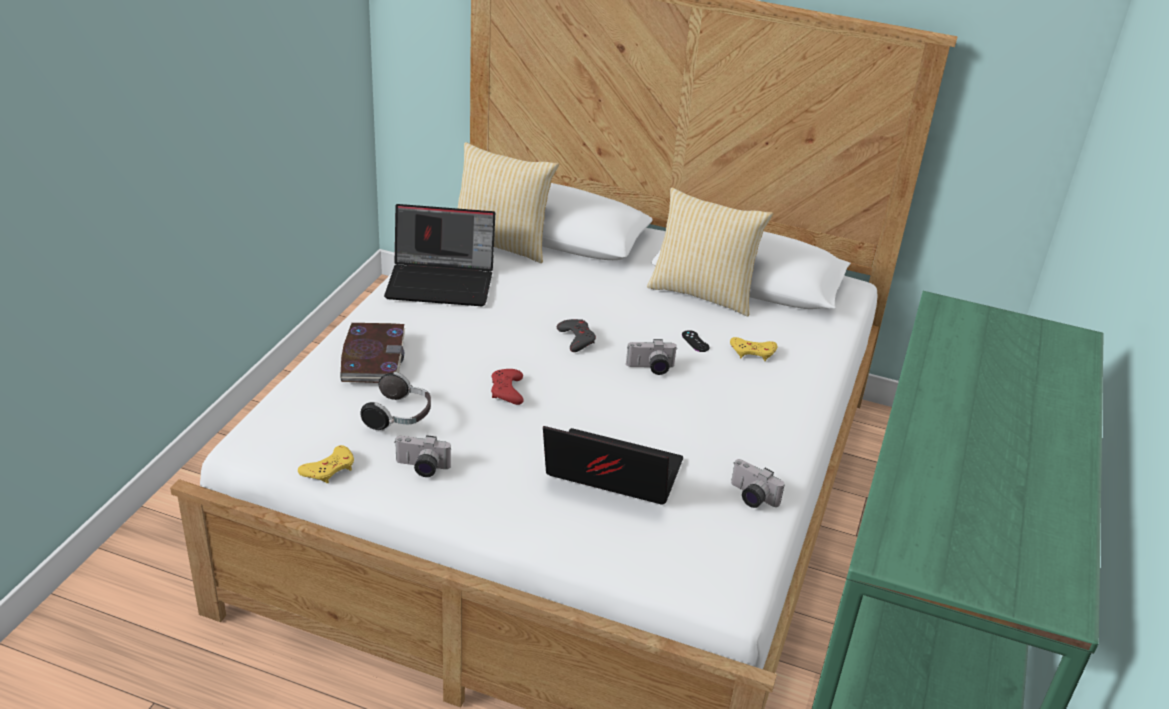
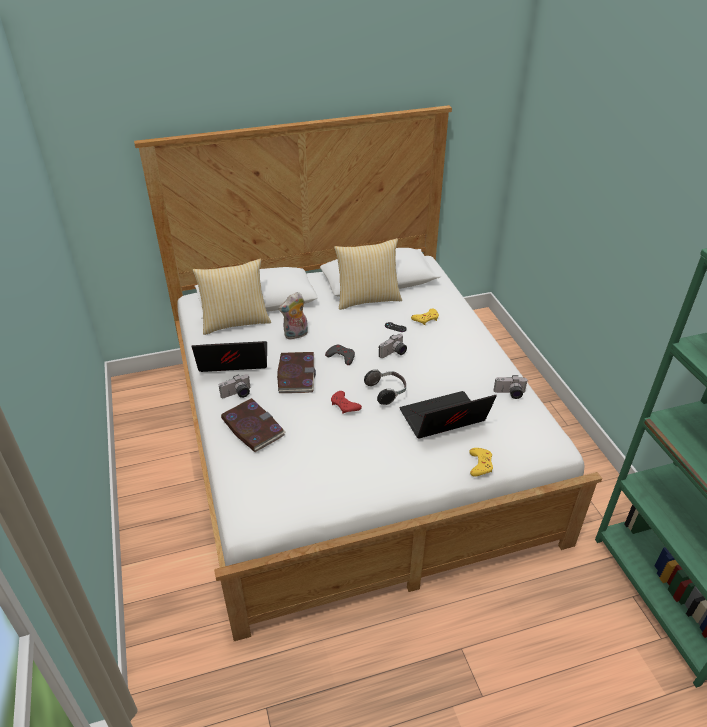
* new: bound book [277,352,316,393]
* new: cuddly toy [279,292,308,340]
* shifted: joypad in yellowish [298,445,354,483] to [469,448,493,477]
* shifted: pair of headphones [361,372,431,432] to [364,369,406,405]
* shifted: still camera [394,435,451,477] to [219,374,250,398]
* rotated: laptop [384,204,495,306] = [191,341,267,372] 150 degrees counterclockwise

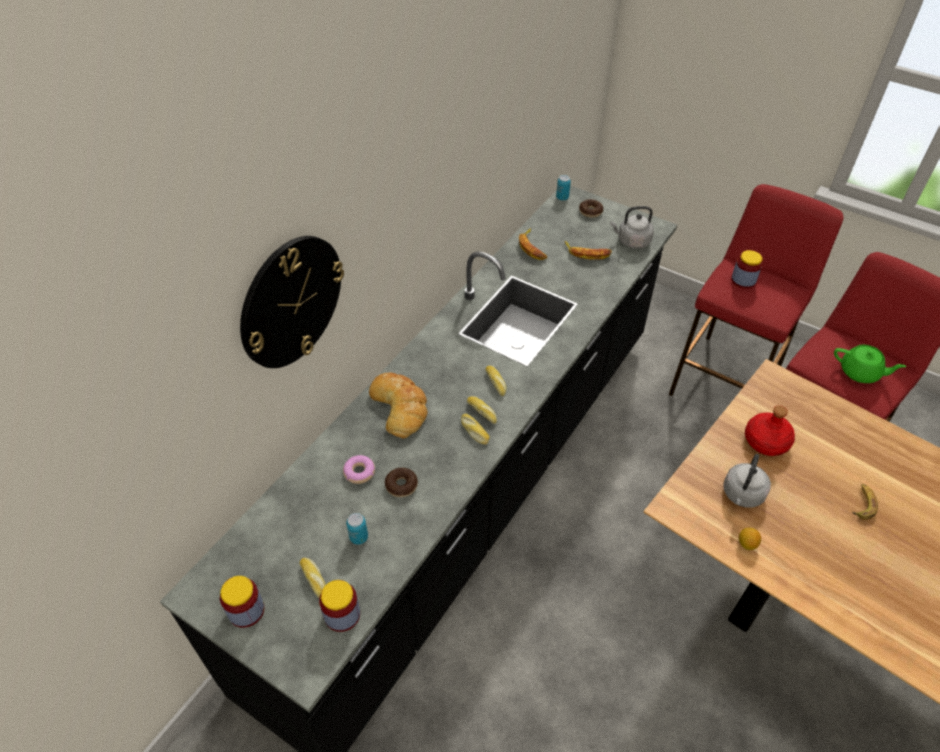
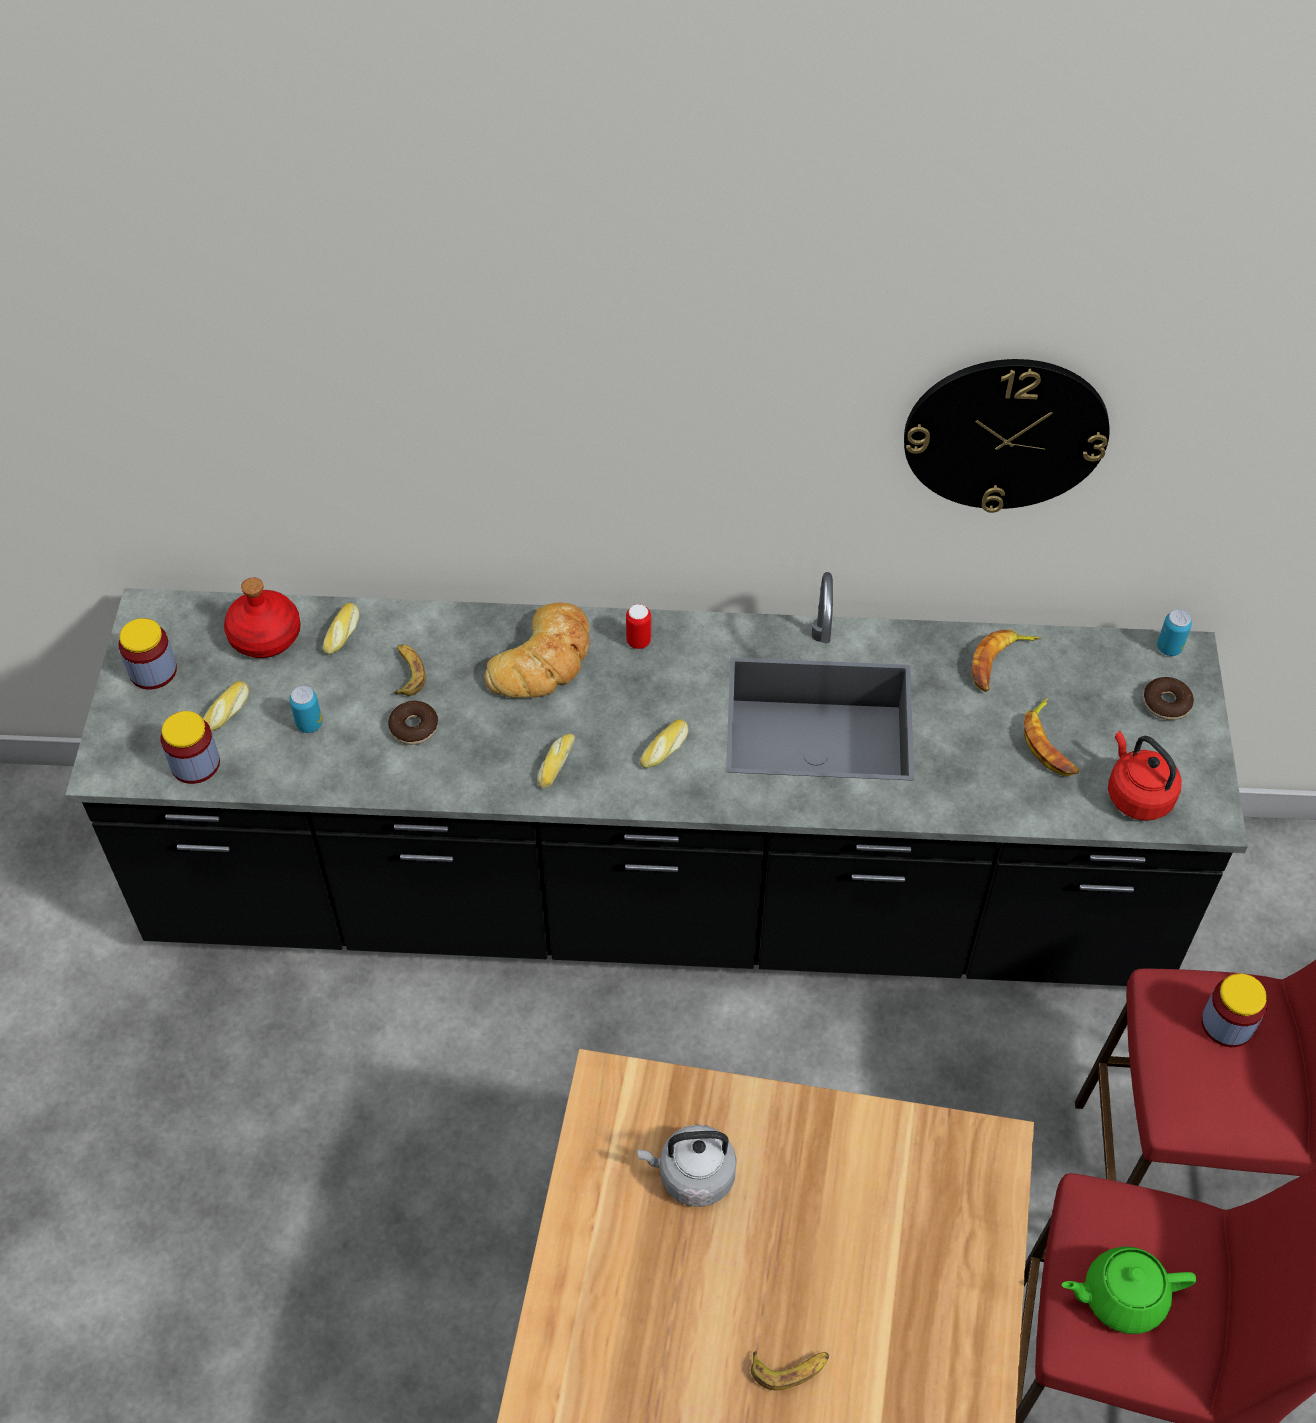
* gone: lemon [739,528,761,550]
* new: sealed can [626,604,651,649]
* shifted: wall clock [240,236,344,368] to [904,359,1110,513]
* shifted: bakery bread [467,396,497,424] to [323,603,359,655]
* shifted: drink bottle in red [745,405,795,456] to [224,577,301,658]
* swapped: doughnut [343,455,375,484] to banana fruit [393,644,426,696]
* repainted: water kettle in grey [610,206,654,249] to water kettle in red [1108,731,1182,821]
* rotated: pot for tea in greenish [834,345,906,383] = [1062,1247,1196,1334] 90 degrees clockwise

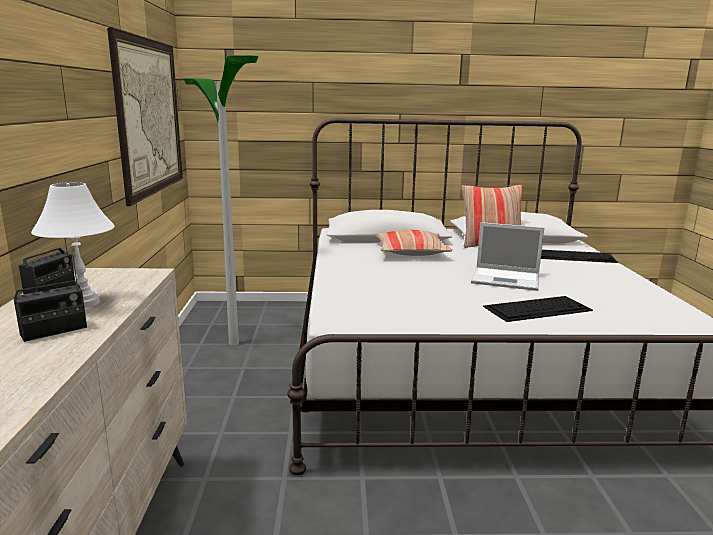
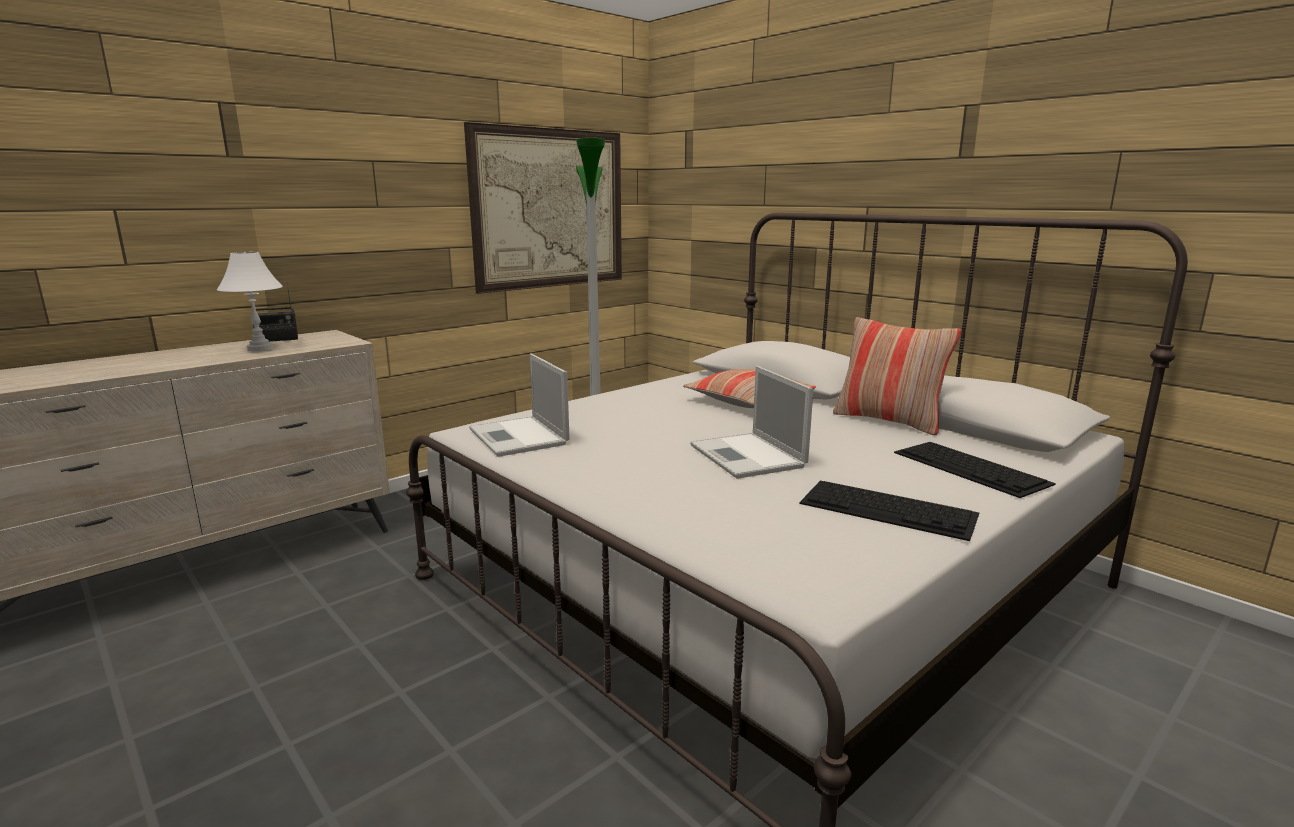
* gone: radio receiver [13,247,87,342]
* new: laptop [469,354,570,457]
* shifted: computer keyboard [483,296,593,322] to [800,481,979,541]

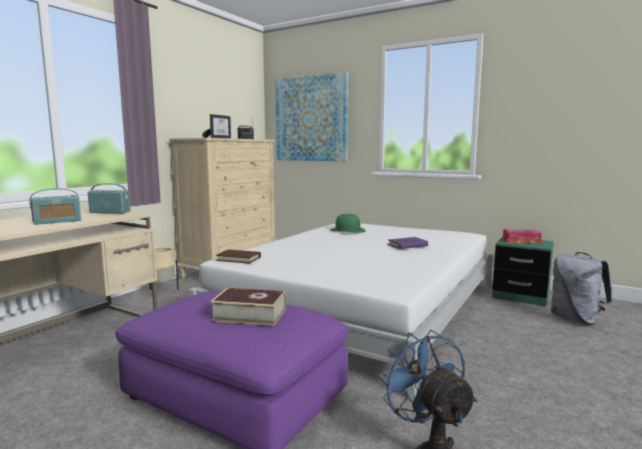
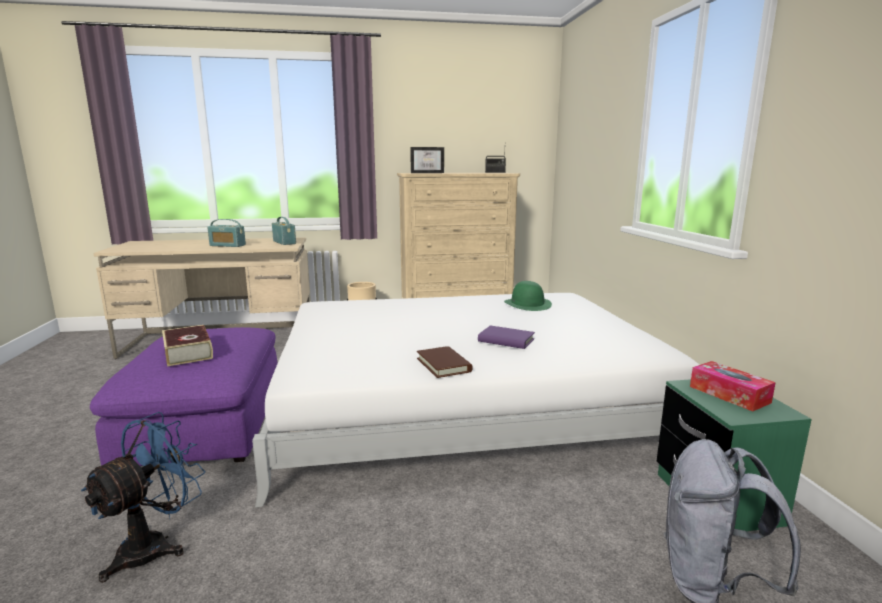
* gone: picture [275,72,348,161]
* shifted: bound book in brownish [216,250,261,264] to [417,346,473,378]

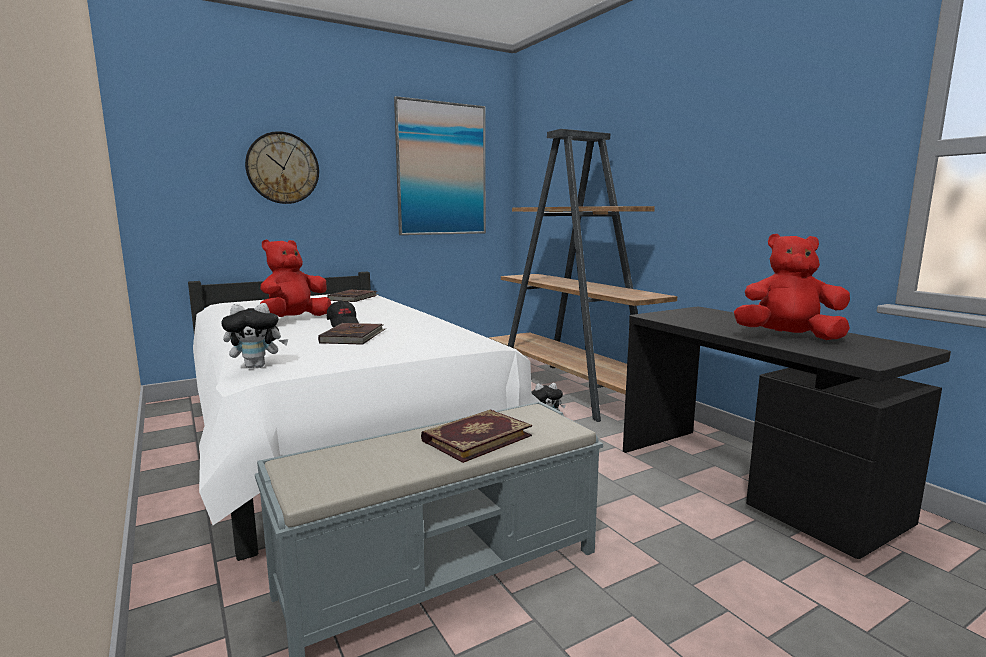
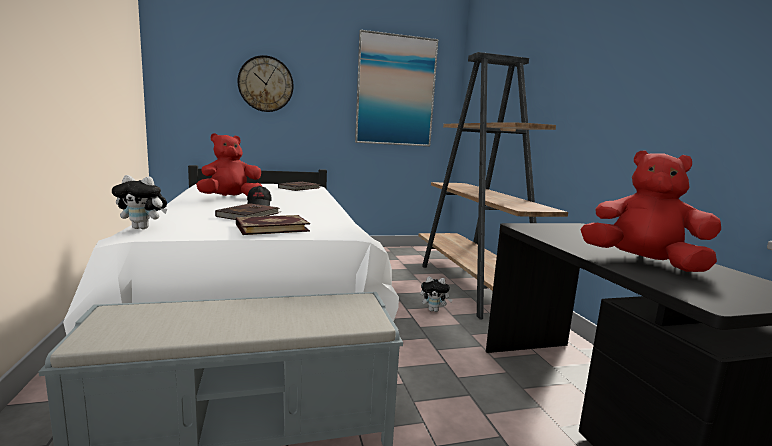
* shifted: bound book [421,410,532,463] to [236,215,310,235]

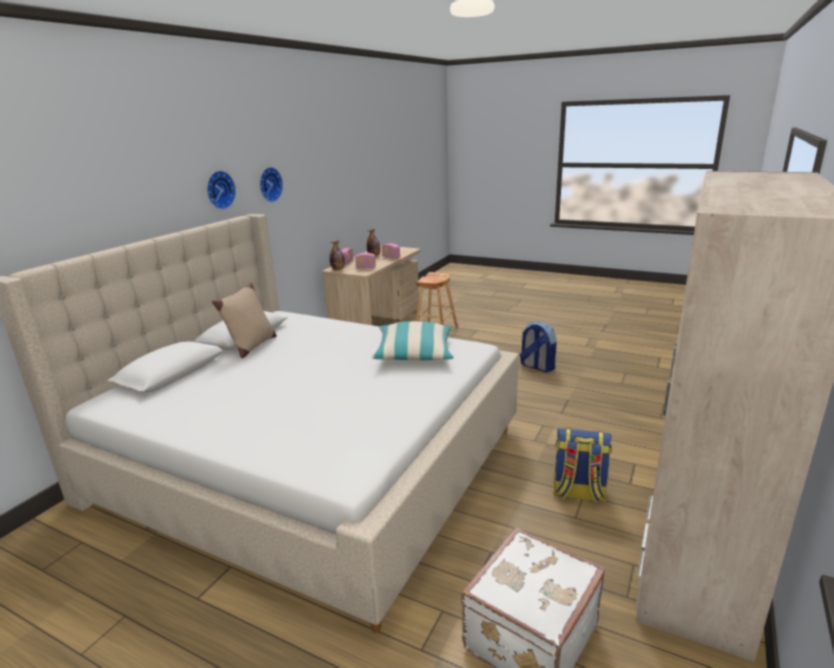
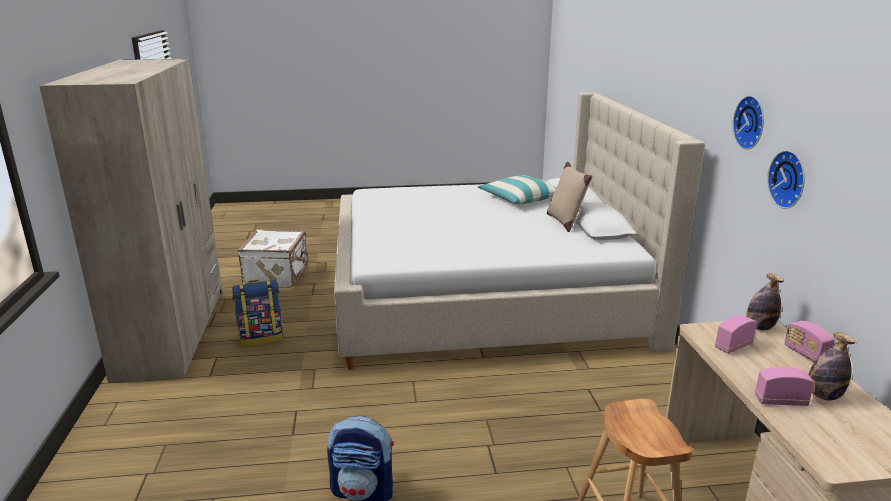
* shifted: wall clock [207,171,236,210] to [767,150,805,209]
* shifted: pillow [372,321,454,360] to [478,175,557,204]

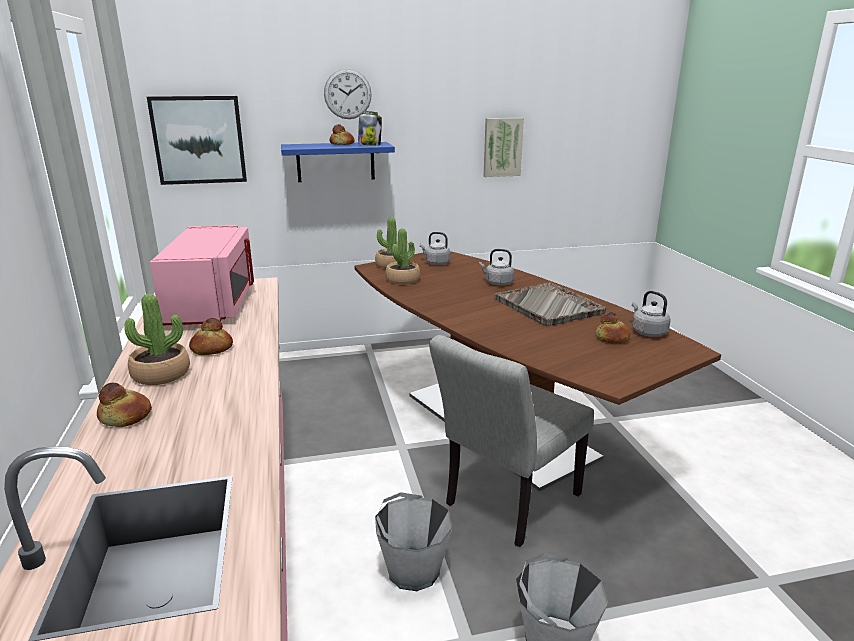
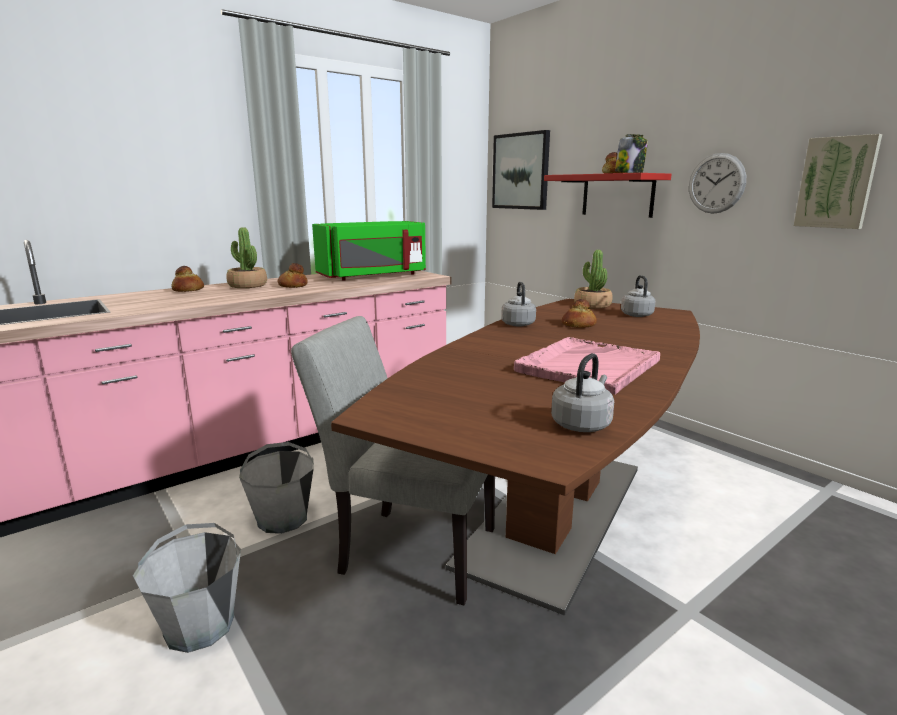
* gone: plant in a pot [385,229,420,285]
* shifted: wall clock [324,68,372,119] to [689,153,746,214]
* shifted: water kettle in grey [479,249,514,285] to [501,282,536,327]
* shifted: bakery bread [596,312,630,344] to [562,299,597,328]
* repainted: kitchen microwave in pinkish [150,225,254,325] to kitchen microwave in greenish [312,221,426,281]
* repainted: shelf in blue [281,142,395,182] to shelf in red [544,173,672,218]
* repainted: carrying tray in grey [494,282,606,326] to carrying tray in pinkish [514,337,660,395]

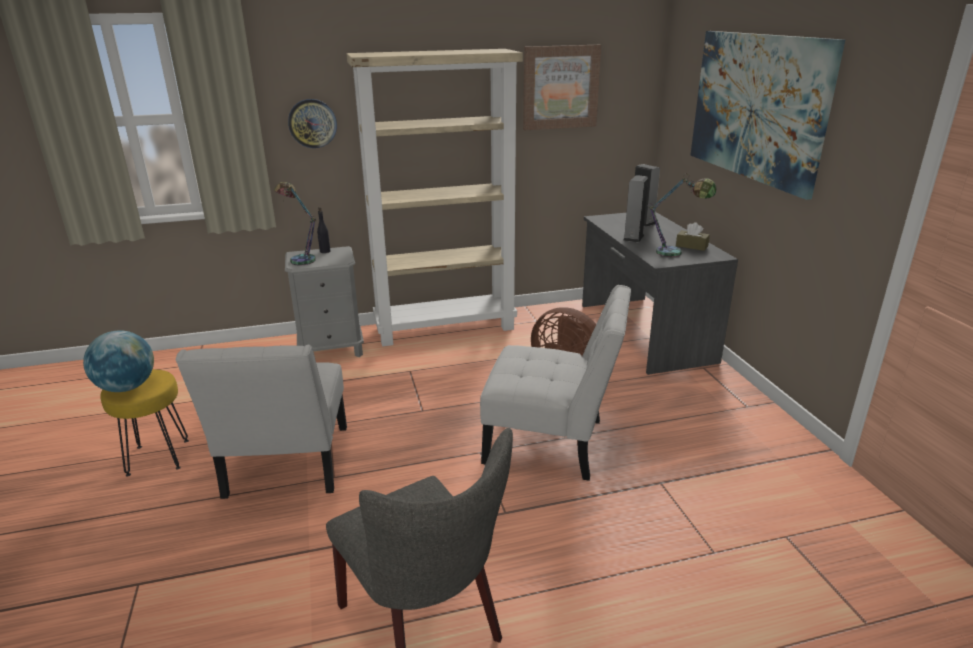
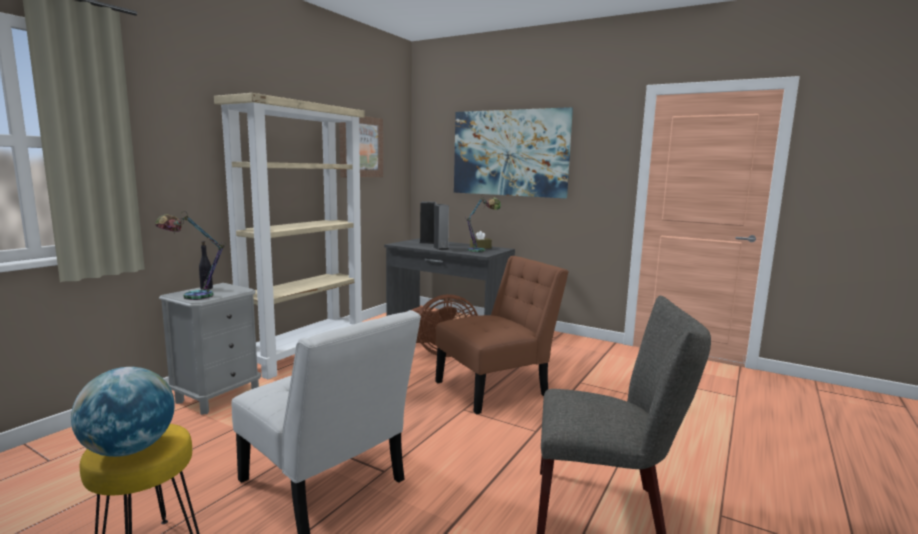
* gone: wall clock [288,99,337,148]
* repainted: plain chair in whitish [480,285,631,481] to plain chair in brownish [435,256,569,414]

